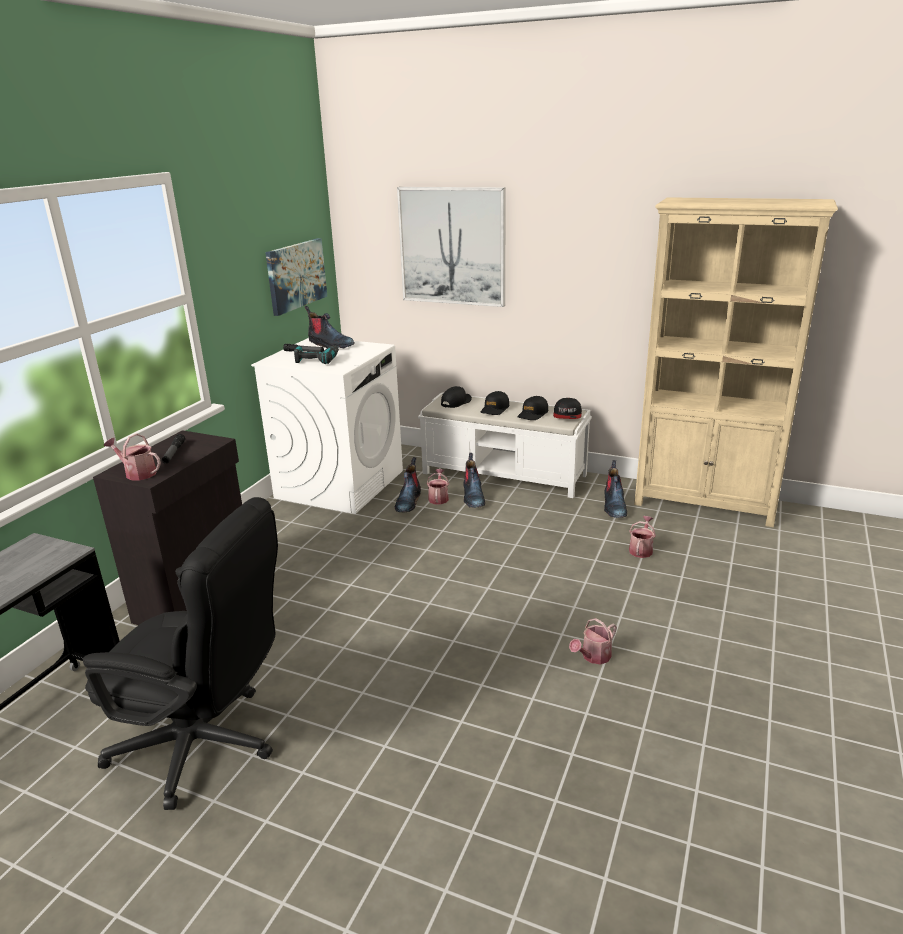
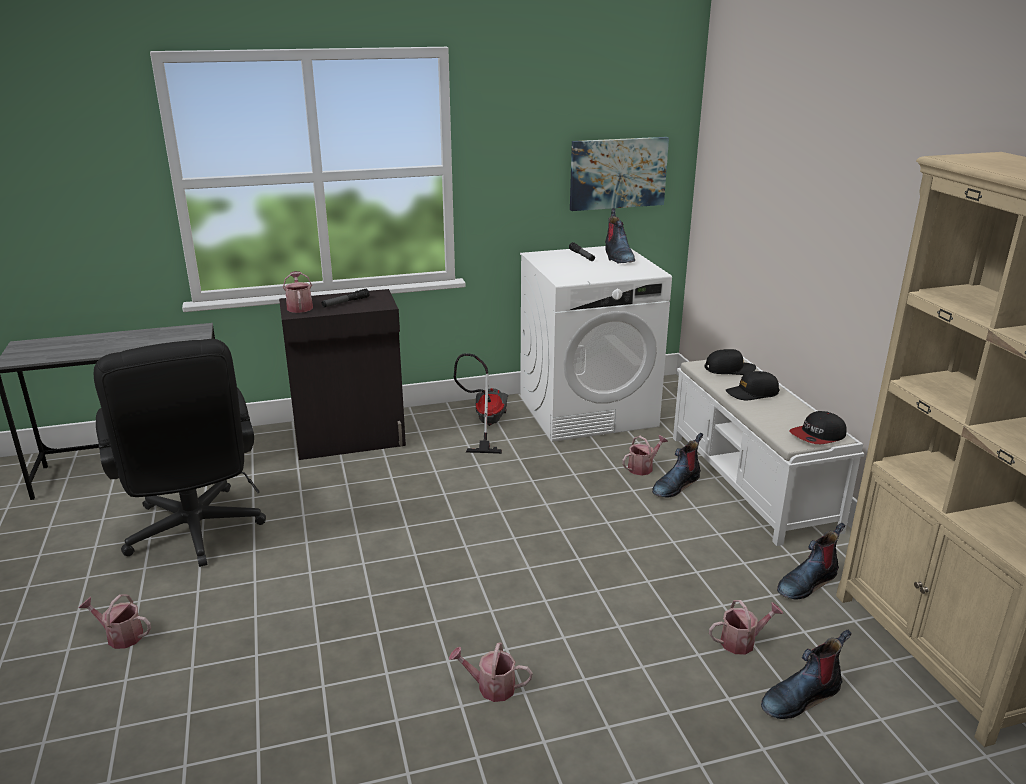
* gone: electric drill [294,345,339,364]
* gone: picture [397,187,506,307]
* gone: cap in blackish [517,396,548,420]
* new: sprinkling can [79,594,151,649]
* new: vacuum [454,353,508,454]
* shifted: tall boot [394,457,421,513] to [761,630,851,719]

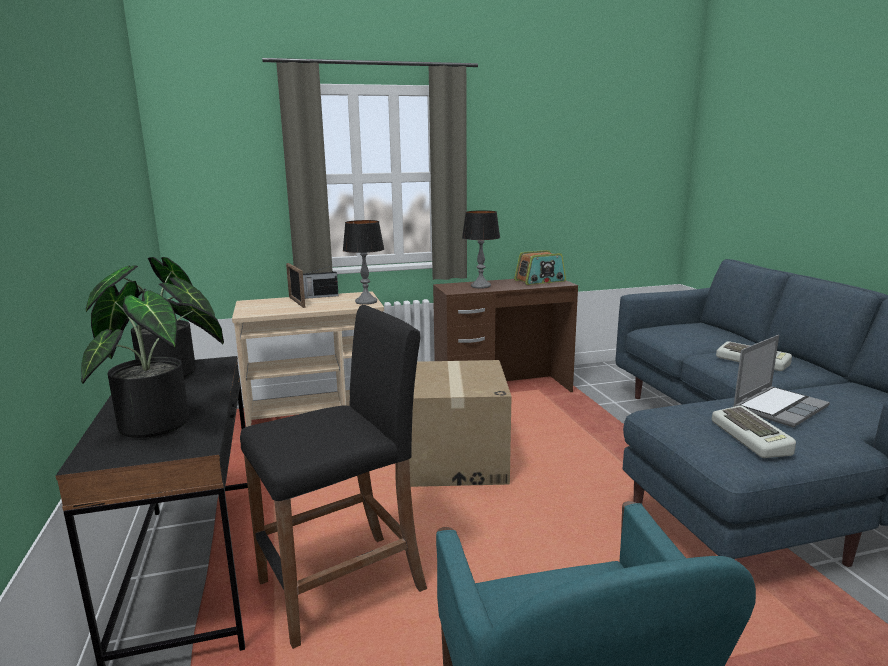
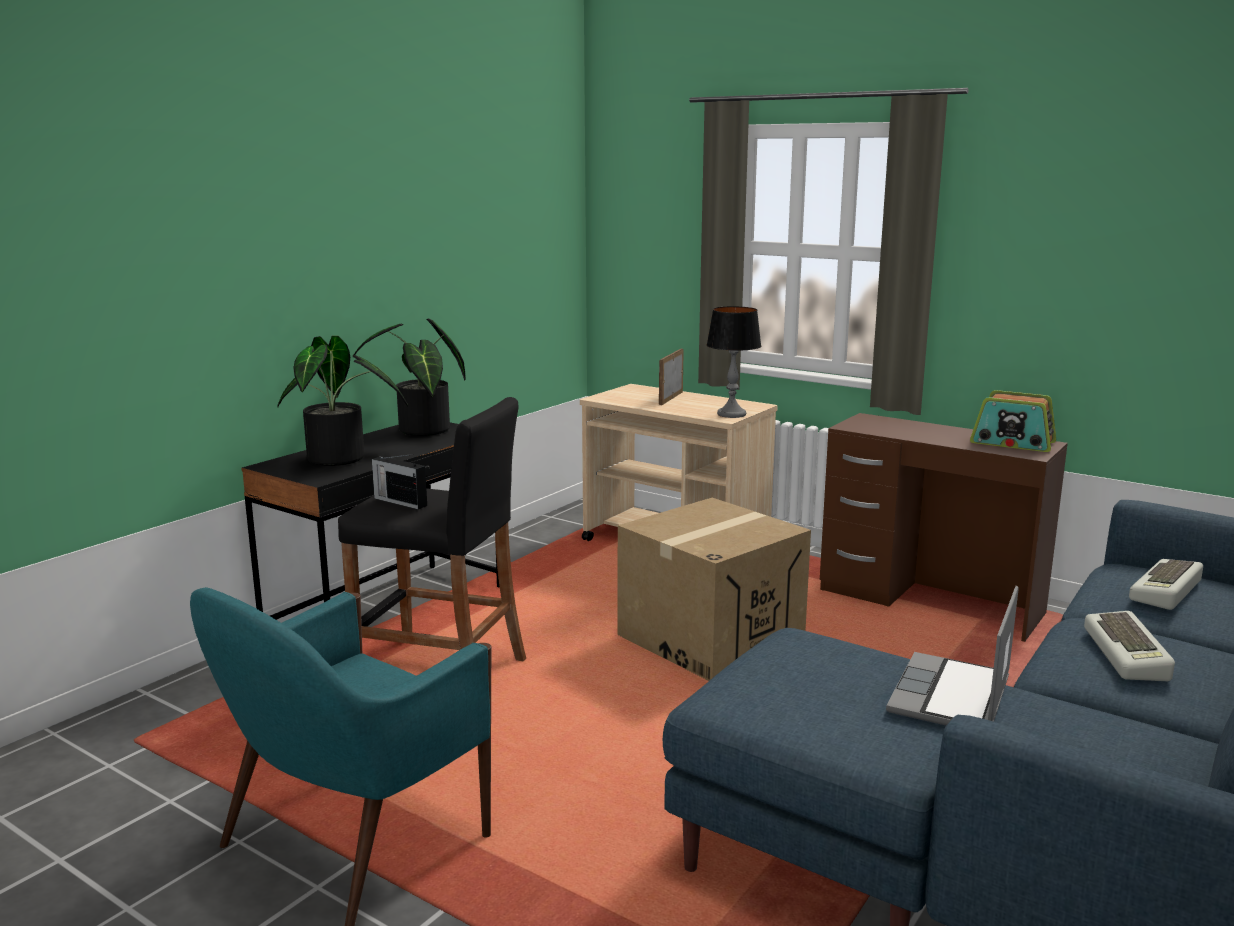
* gone: lamp for a table [462,210,500,288]
* shifted: radio receiver [303,266,339,299] to [372,454,427,509]
* shifted: computer keyboard [712,405,796,458] to [1129,559,1203,610]
* rotated: laptop [733,335,830,428] = [886,586,1019,725] 105 degrees clockwise

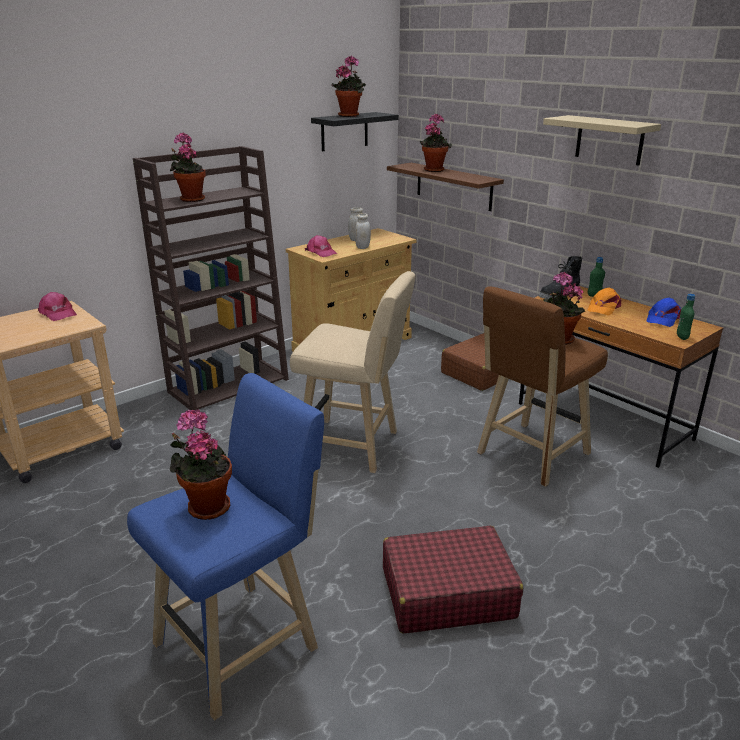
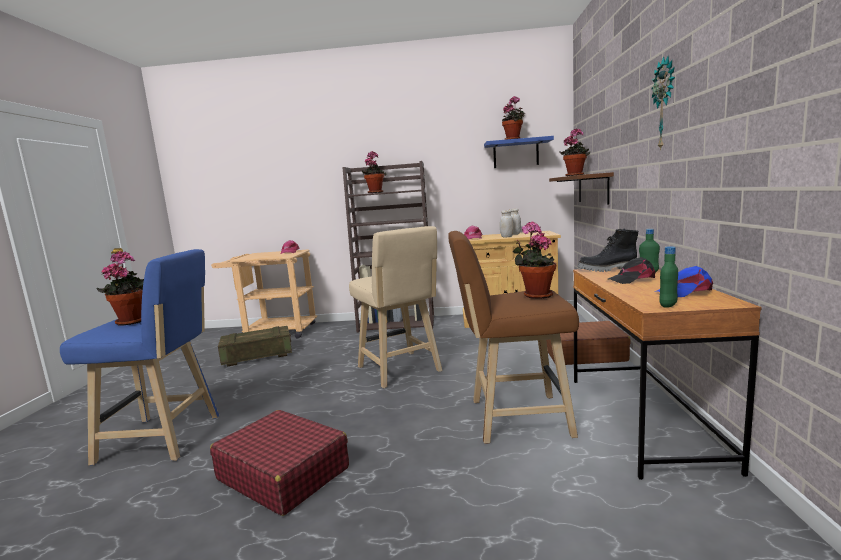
* new: shipping crate [218,326,292,367]
* swapped: shelf in beige-coloured [543,115,661,166] to wall clock [651,56,675,151]
* repainted: shelf in blackish [311,112,399,151] to shelf in blue [484,136,554,168]
* repainted: cap in orange [587,288,621,316] to cap in blackish [608,257,655,284]

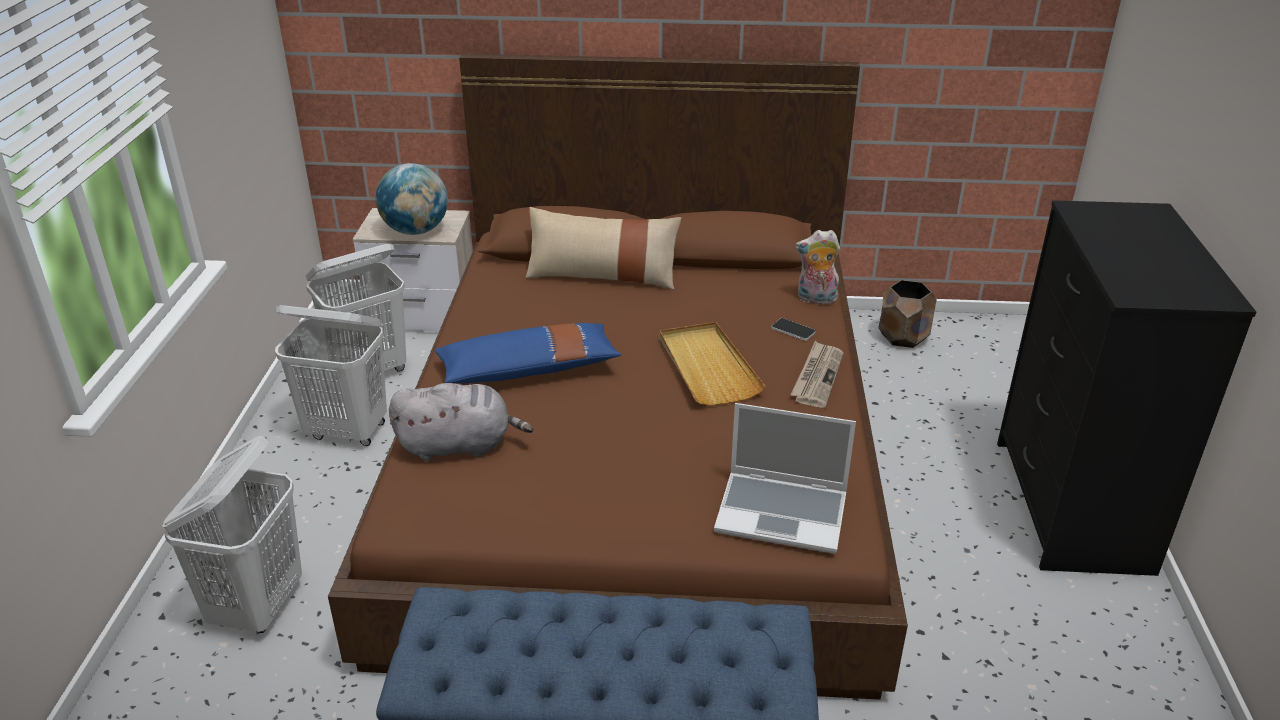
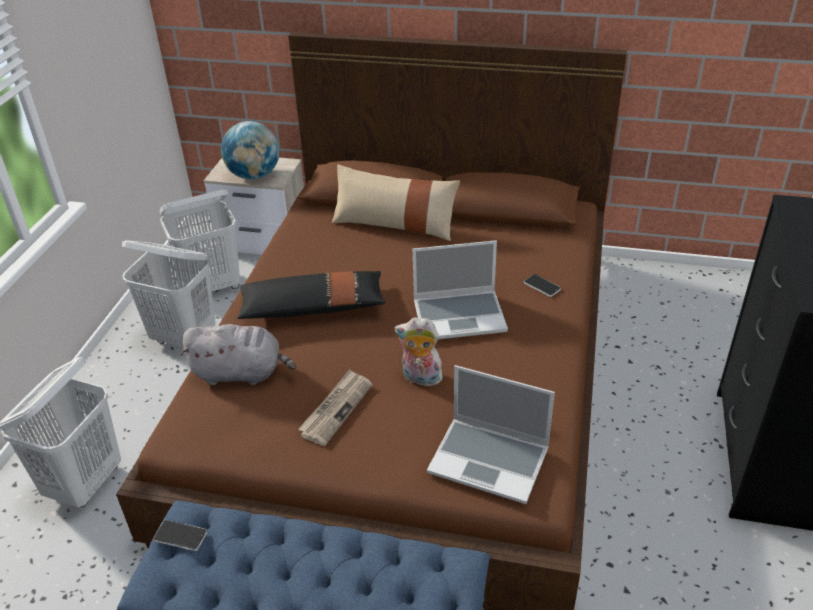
* gone: flower pot in brownish [878,280,937,348]
* new: telephone [153,520,207,551]
* shifted: daily paper [790,341,843,408] to [298,369,372,446]
* shifted: cuddly toy [795,230,840,304] to [395,317,443,386]
* swapped: carrying tray in beige-coloured [660,322,766,406] to laptop [413,240,508,339]
* repainted: pillow in blue [435,323,621,383] to pillow in blackish [237,271,386,319]

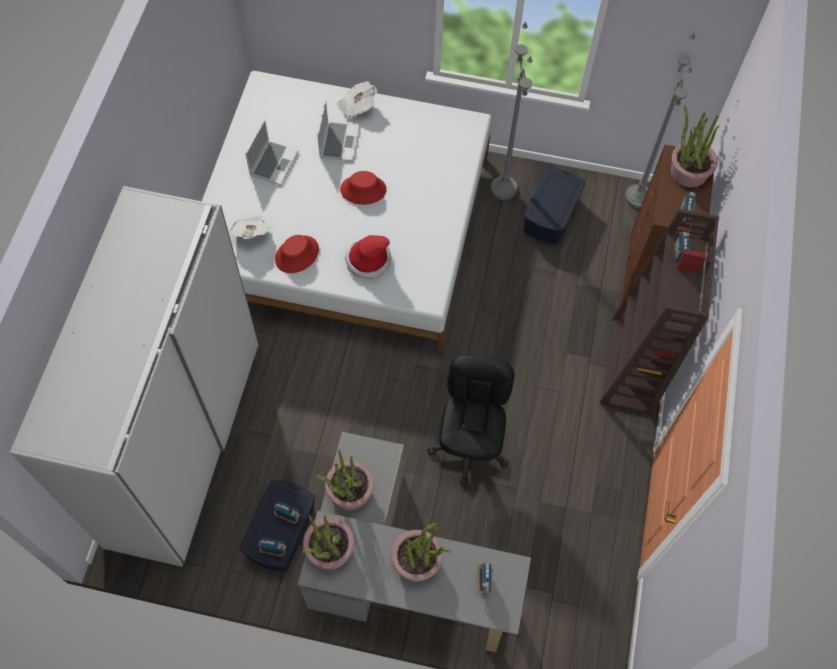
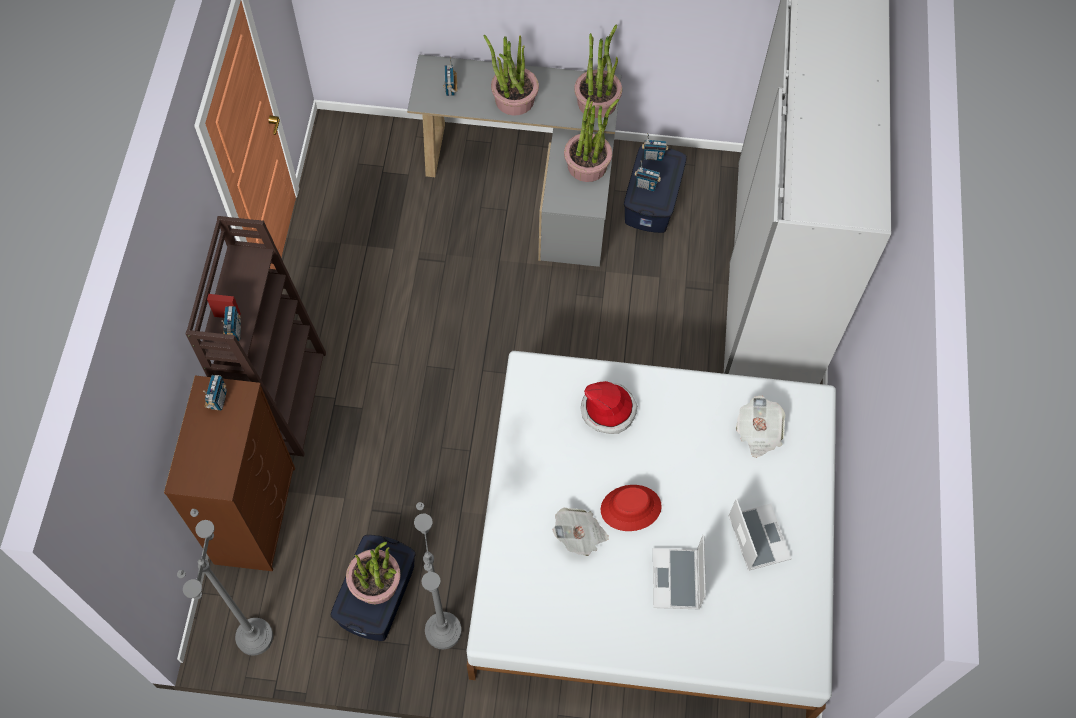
* gone: clothing hat in red [275,235,319,273]
* gone: desk chair in blackish [427,355,514,486]
* shifted: daily paper [337,81,377,119] to [552,508,609,556]
* shifted: plant in a pot [671,105,719,187] to [346,542,400,605]
* rotated: laptop [245,120,299,185] = [728,498,792,571] 150 degrees clockwise

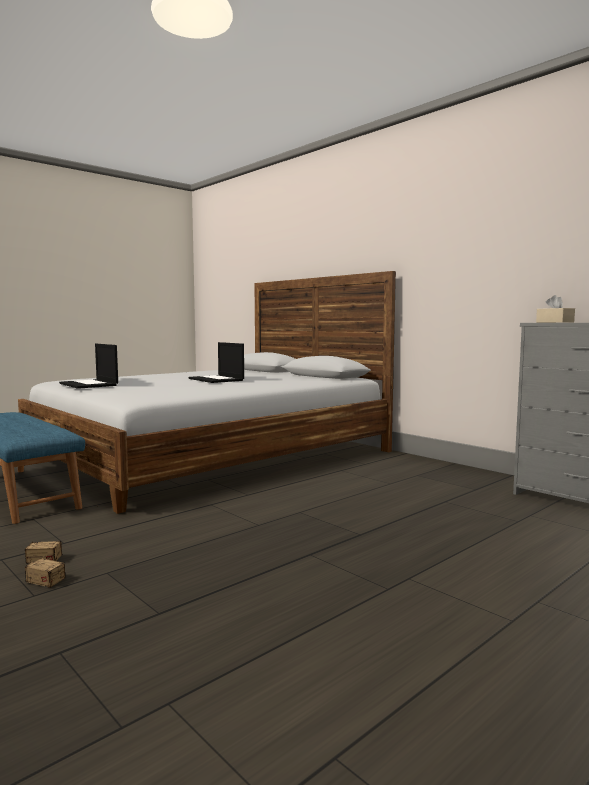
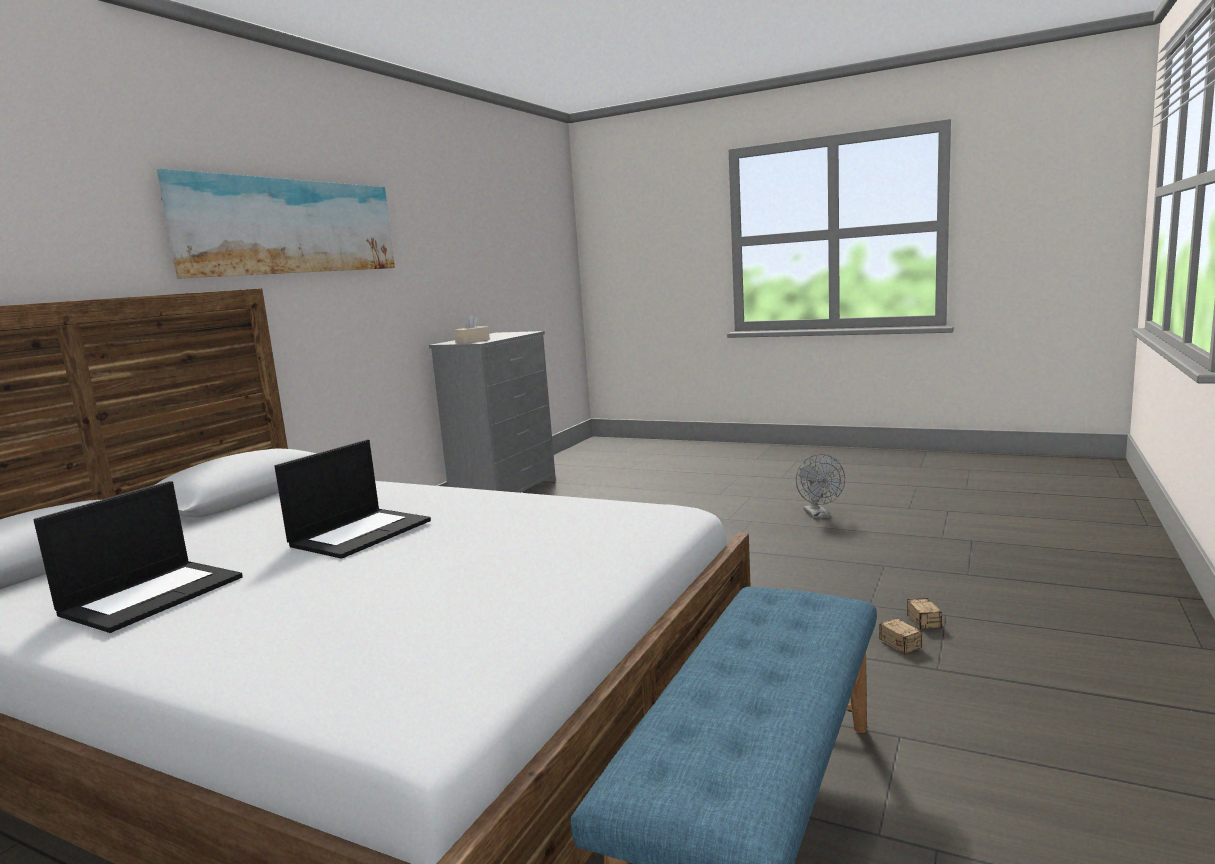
* new: picture [157,169,395,279]
* new: cooling fan in grey [796,454,845,519]
* shifted: laptop [59,344,118,389] to [34,481,243,633]

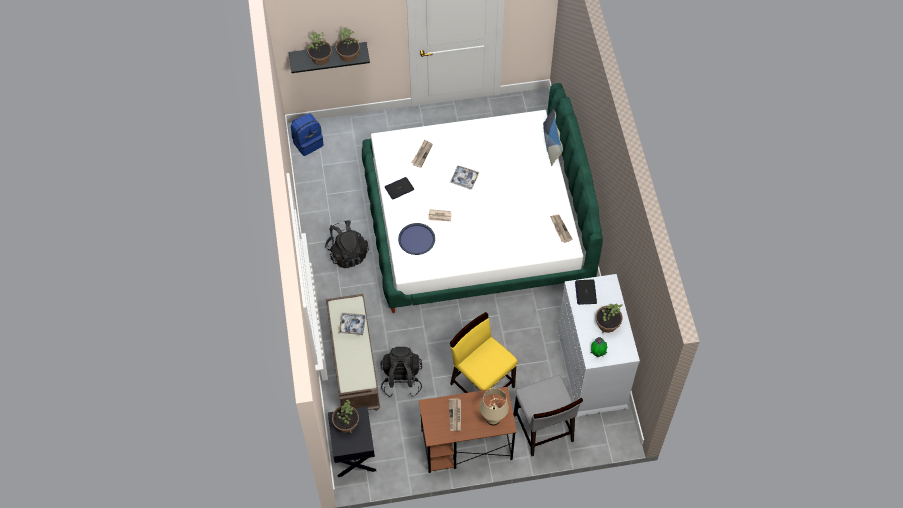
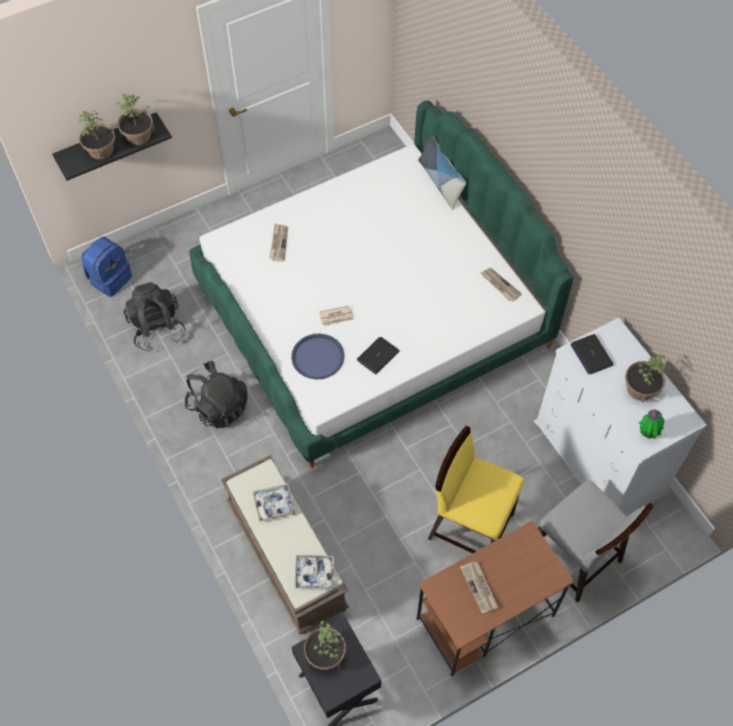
* gone: lamp for a table in beige-coloured [479,388,509,425]
* shifted: rucksack in blackish [380,347,422,397] to [124,282,185,352]
* shifted: laptop [385,177,414,200] to [357,337,399,374]
* shifted: carrying tray [450,166,480,189] to [294,555,334,591]

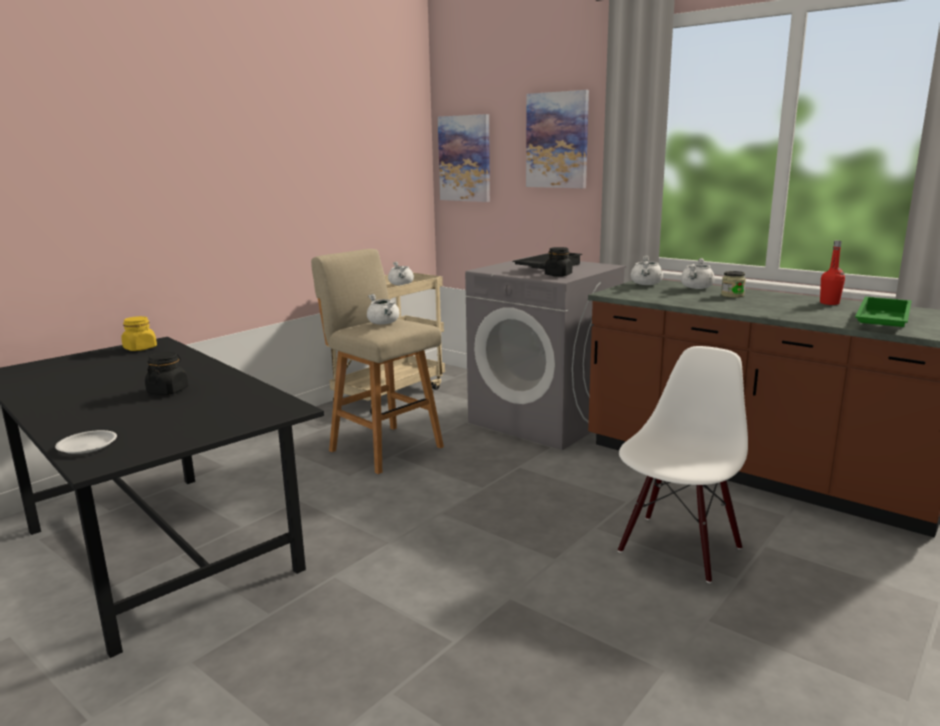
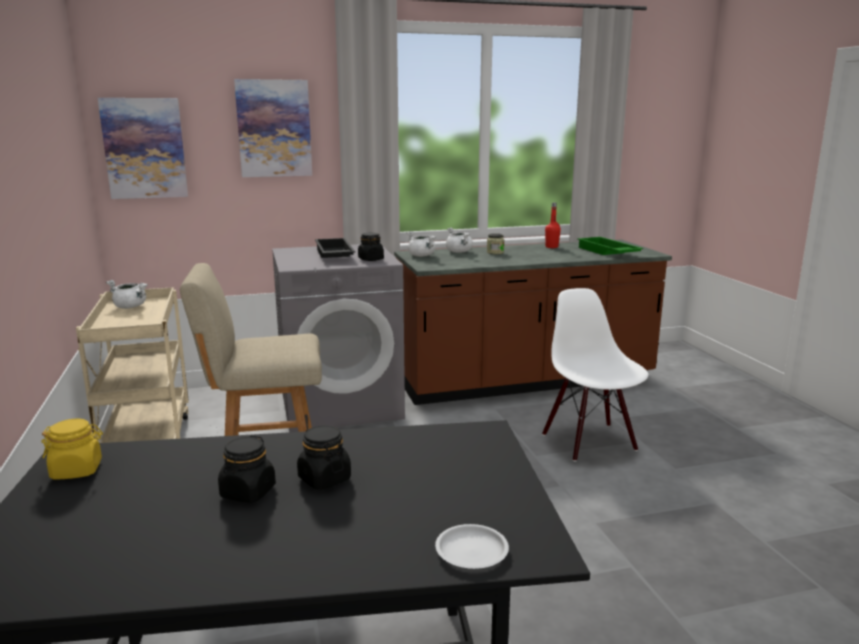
* gone: cooking pot in whitish [367,294,399,325]
* new: jar in blackish [218,435,276,503]

